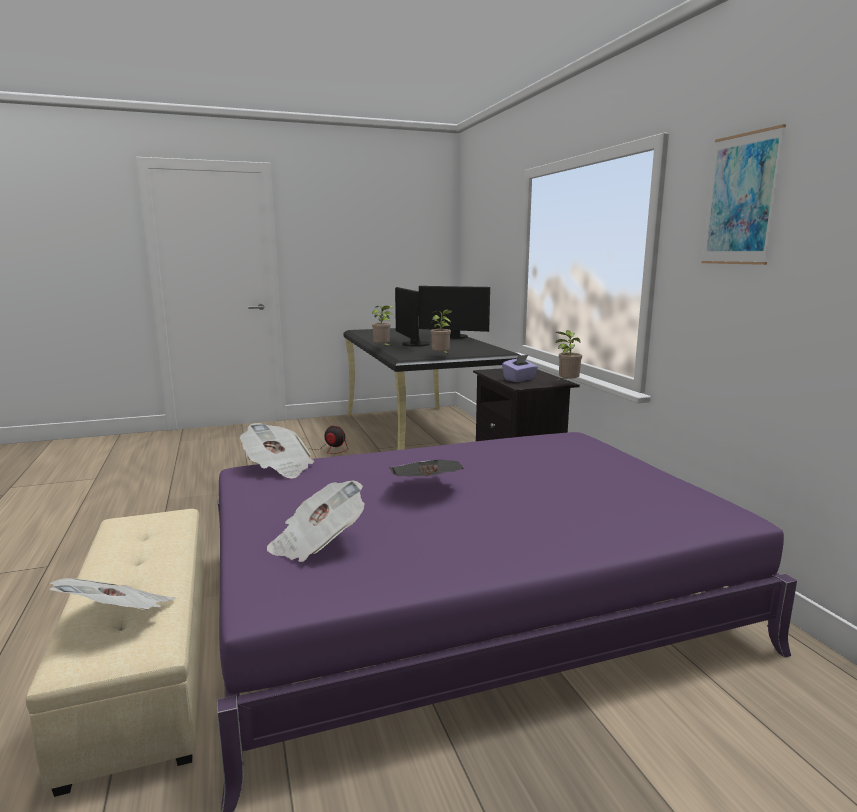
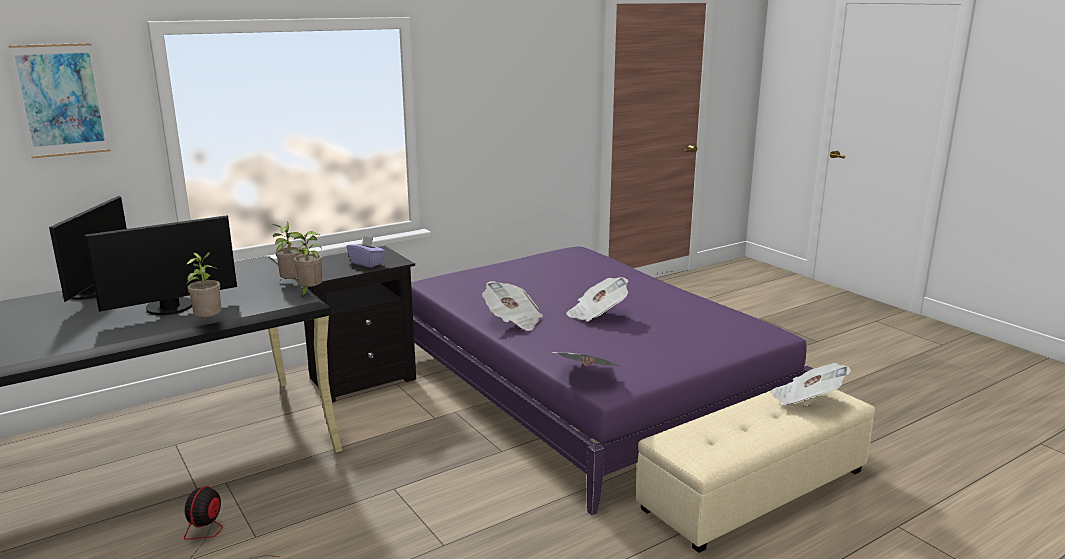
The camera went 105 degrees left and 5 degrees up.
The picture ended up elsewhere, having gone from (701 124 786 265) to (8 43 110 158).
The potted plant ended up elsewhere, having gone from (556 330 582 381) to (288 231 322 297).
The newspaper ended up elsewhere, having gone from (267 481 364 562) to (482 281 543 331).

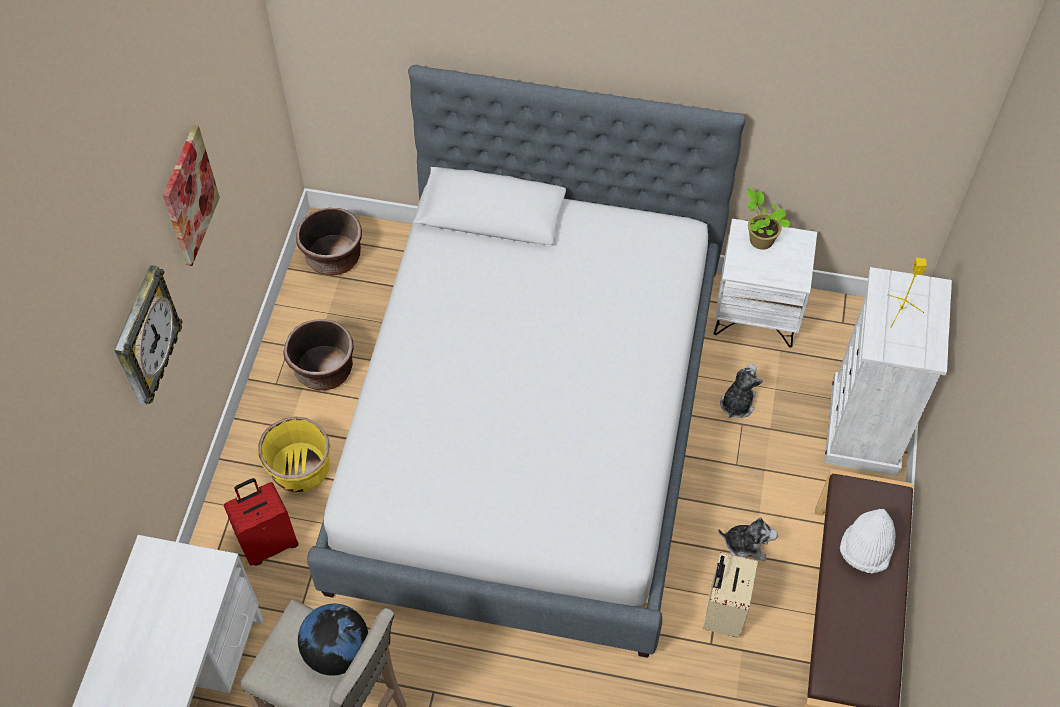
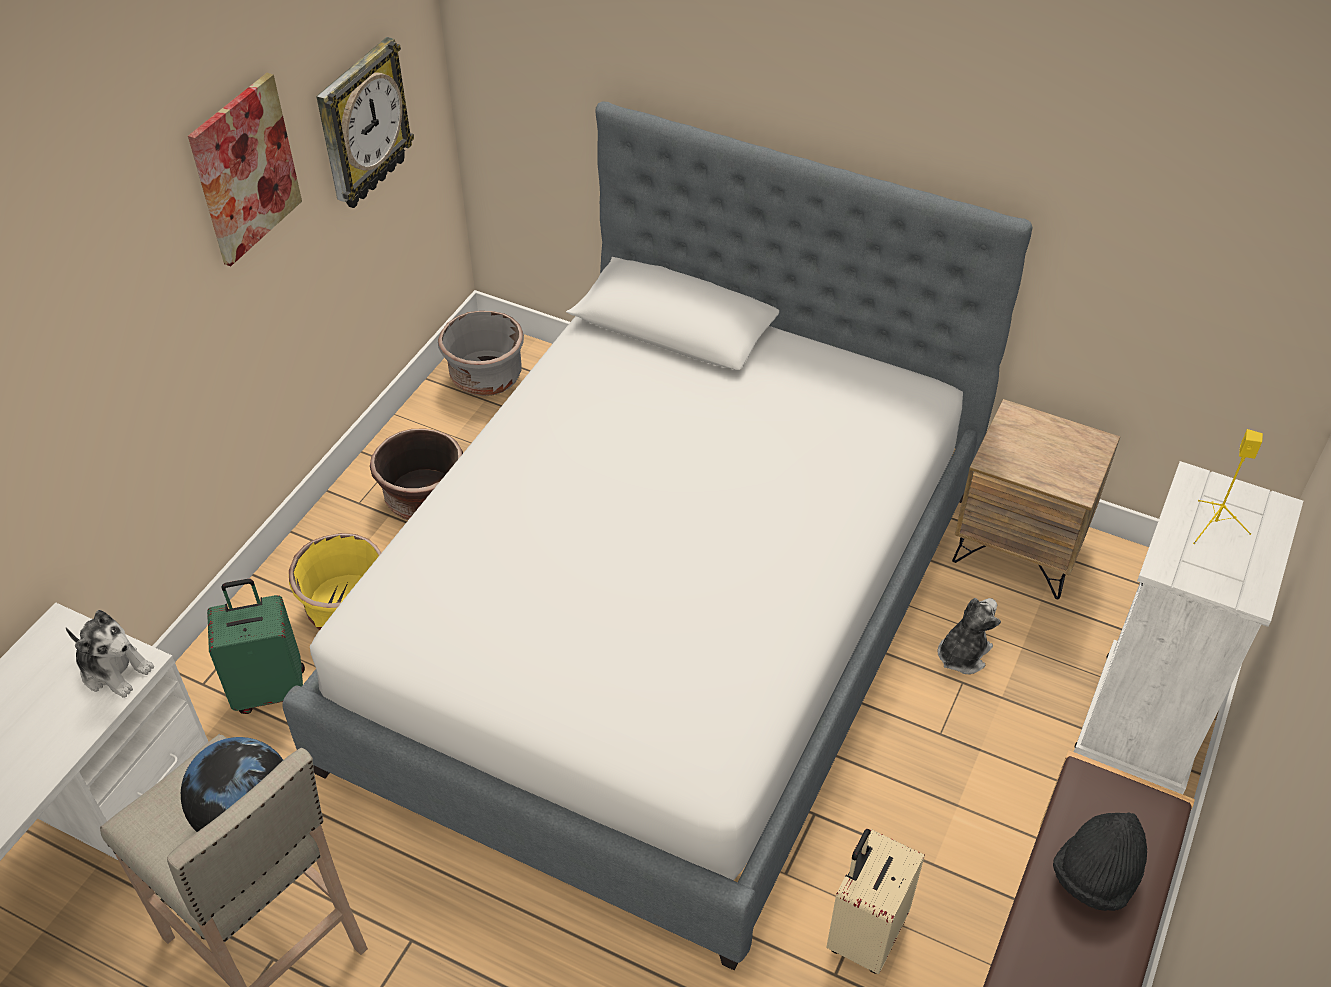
The camera went 15 degrees right and 10 degrees down.
The plush toy ended up elsewhere, having gone from (718 517 778 561) to (66 610 154 698).
What was the red suitcase at (224 478 299 566) turned into the green suitcase at (207 579 305 714).
The wall clock ended up elsewhere, having gone from (114 265 183 405) to (316 37 414 208).
What was the brown planter at (296 208 362 276) turned into the grey planter at (438 311 524 396).
What was the white nightstand at (714 219 817 348) turned into the brown nightstand at (952 399 1120 599).
What was the white hat at (840 509 896 573) turned into the black hat at (1053 812 1147 911).
The second view lost the potted plant at (747 188 791 250).

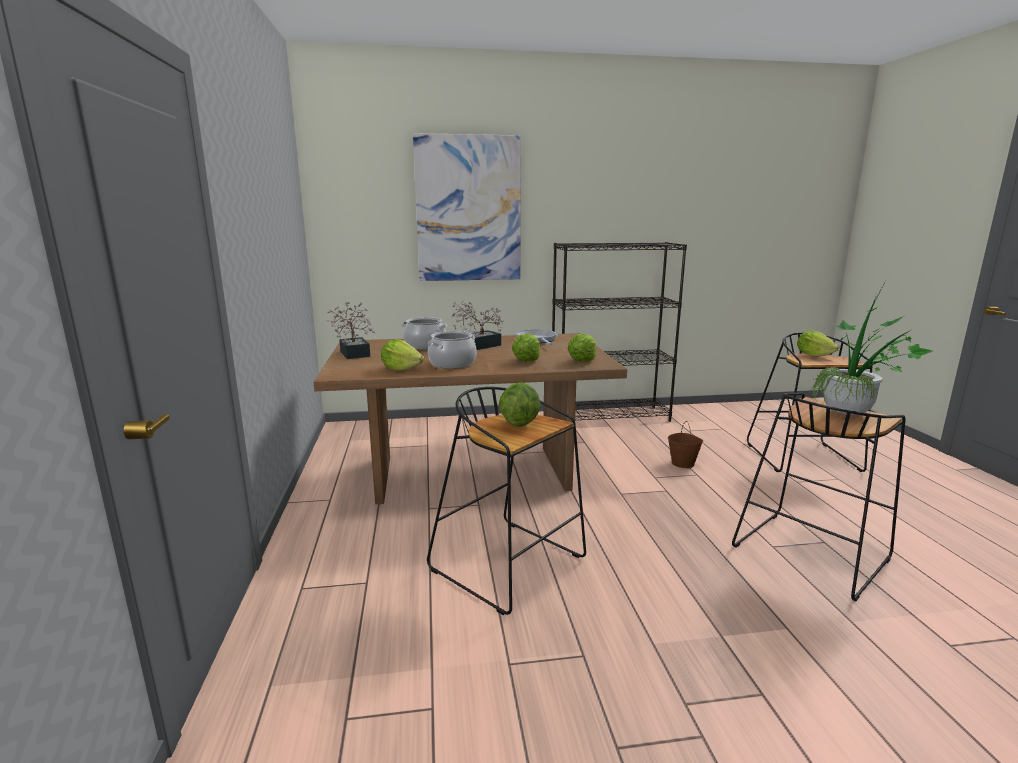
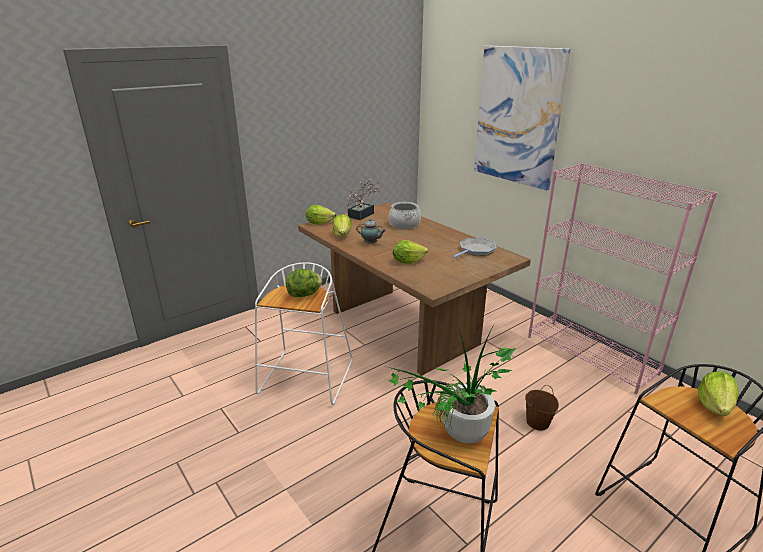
The camera went 60 degrees right and 10 degrees up.
What was the black stool at (427 387 586 615) turned into the white stool at (255 262 352 405).
The lettuce ended up elsewhere, having gone from (568 334 596 362) to (306 205 336 225).
Where the cooking pot stood at (428 331 477 369), the teapot came to stand at (356 218 386 244).
What was the black bookcase at (552 242 687 422) turned into the pink bookcase at (528 163 717 394).
The second view lost the potted plant at (452 301 504 350).

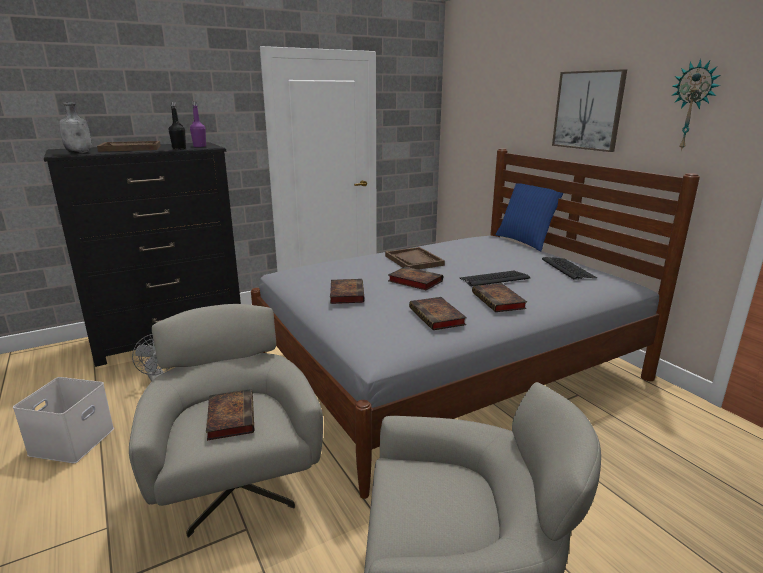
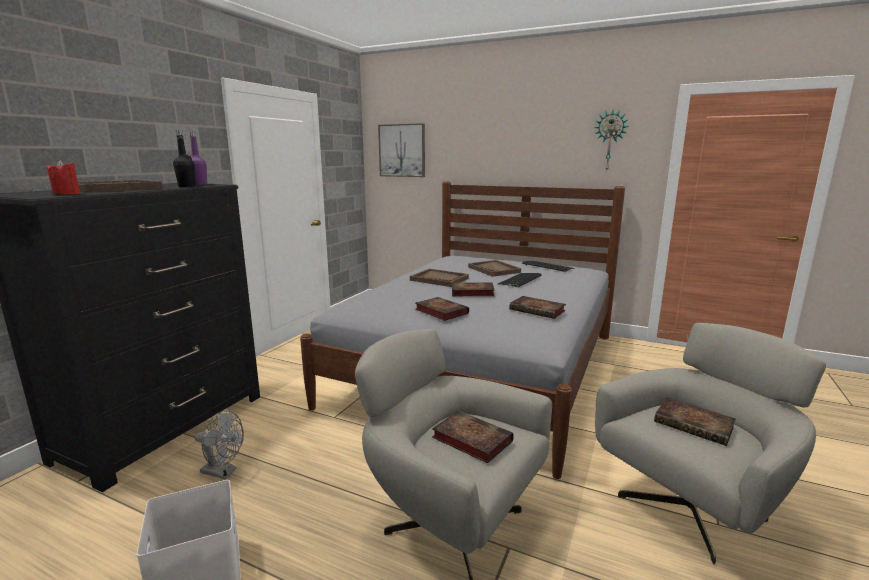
The camera went 35 degrees left and 5 degrees down.
Where the grey bottle stood at (59 103 92 154), the red candle came to stand at (47 160 80 195).
The picture ended up elsewhere, having gone from (552 69 627 152) to (378 123 425 177).
The second view gained the brown tray at (468 260 521 277).
The book ended up elsewhere, having gone from (472 283 527 312) to (654 398 736 446).
The second view lost the blue pillow at (496 183 564 251).

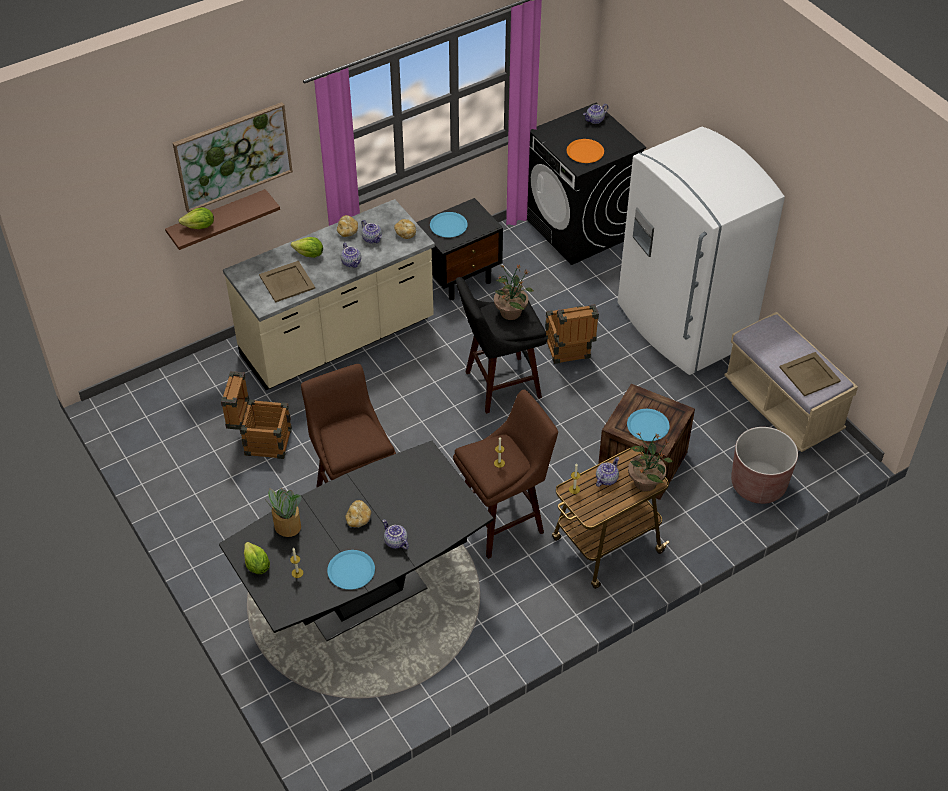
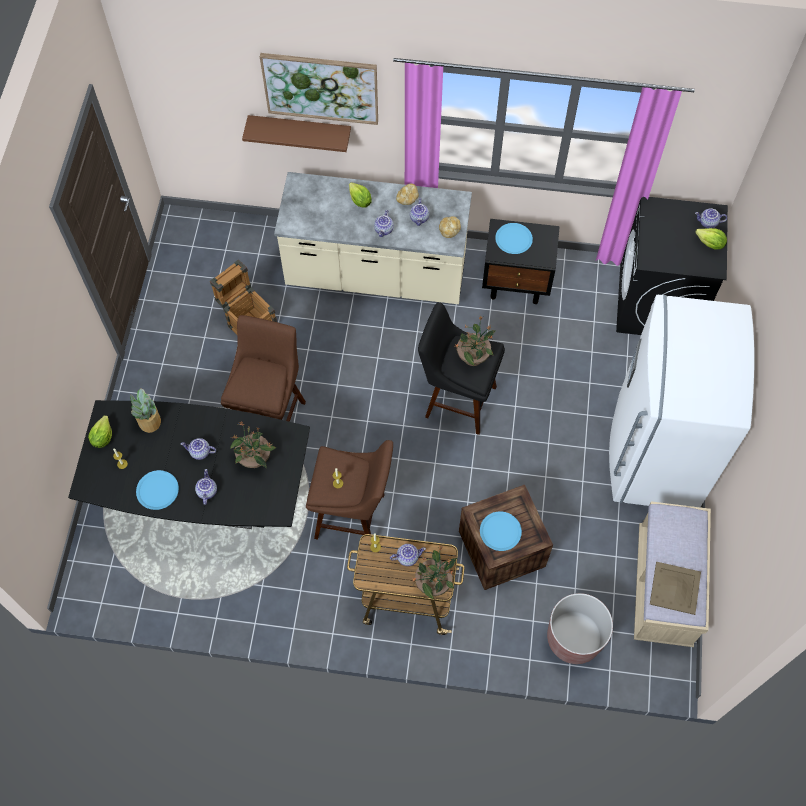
The camera went 40 degrees right and 15 degrees up.
Where the bread stood at (345 500 371 527), the teapot came to stand at (181 438 216 460).
The second view gained the potted plant at (230 422 276 469).
The lettuce ended up elsewhere, having gone from (179 207 214 229) to (695 228 727 250).
The second view lost the beige tray at (259 261 315 303).
The second view lost the crate at (545 304 599 364).
The second view lost the orange plate at (567 139 604 163).

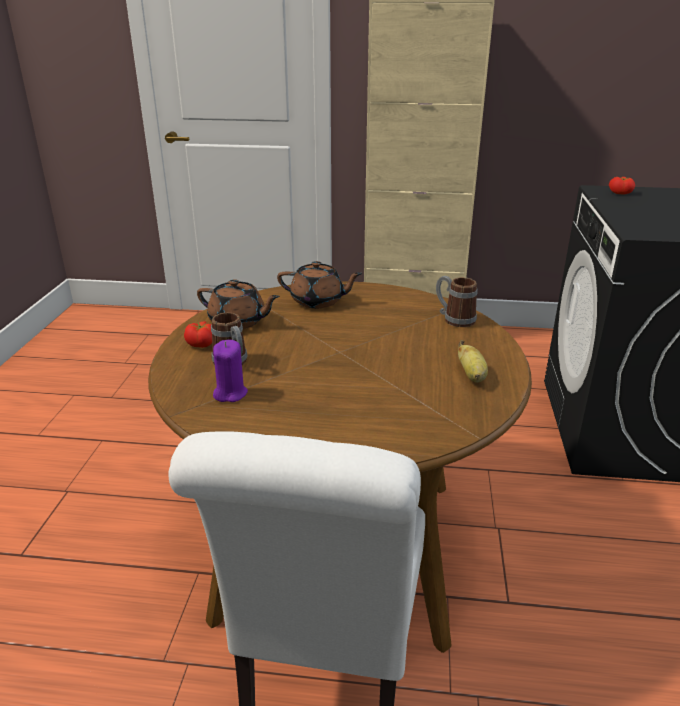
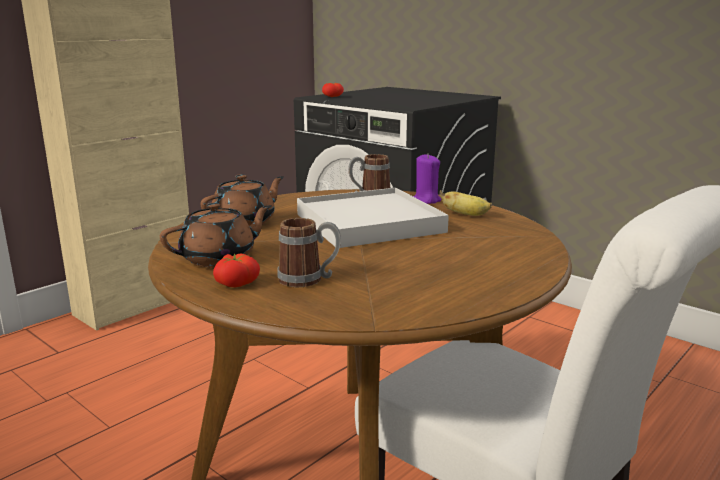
The camera went 55 degrees left and 10 degrees down.
The second view gained the white tray at (297 188 449 248).
The purple candle ended up elsewhere, having gone from (213 340 248 402) to (413 154 441 204).

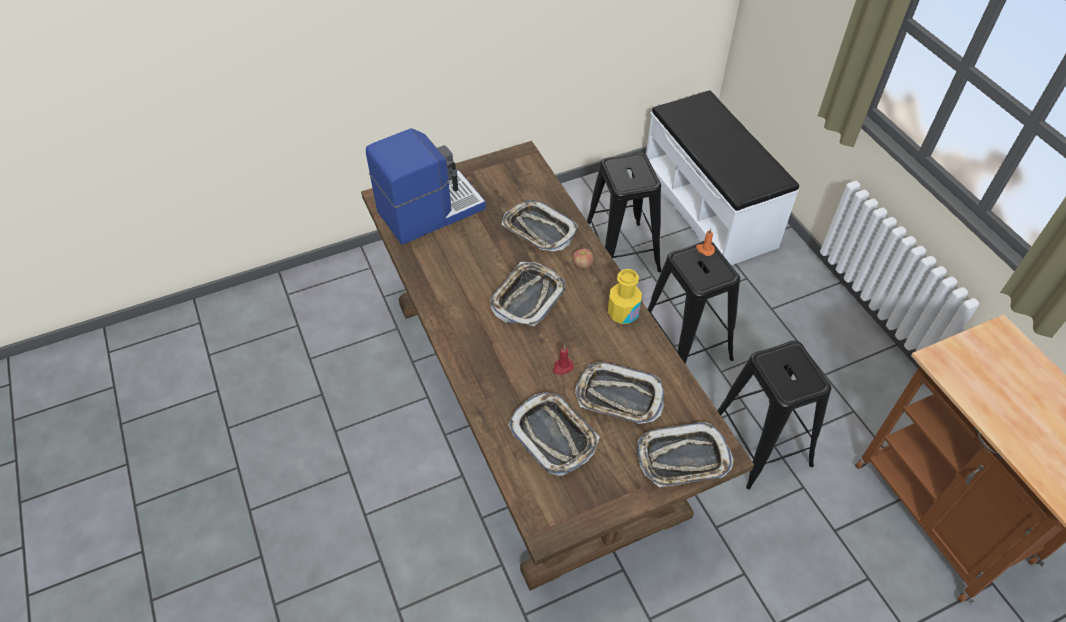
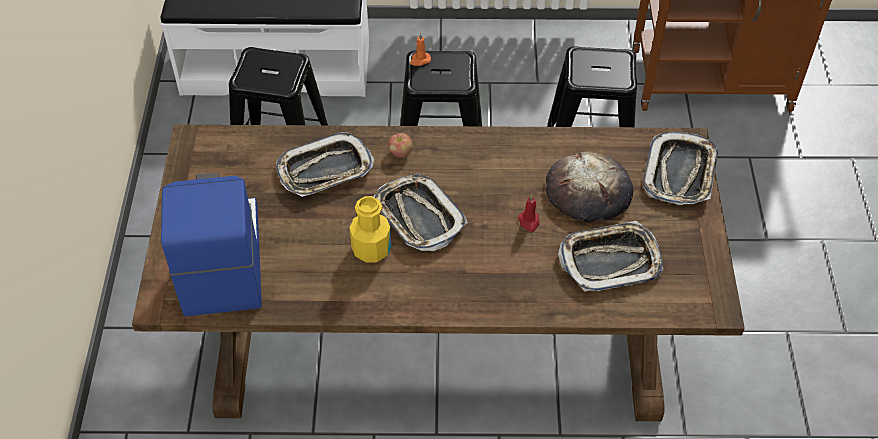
The camera went 65 degrees left and 0 degrees up.
The yellow bottle ended up elsewhere, having gone from (608 269 642 324) to (350 196 391 263).
Where the tray stood at (575 362 664 424), the bread came to stand at (546 151 634 223).

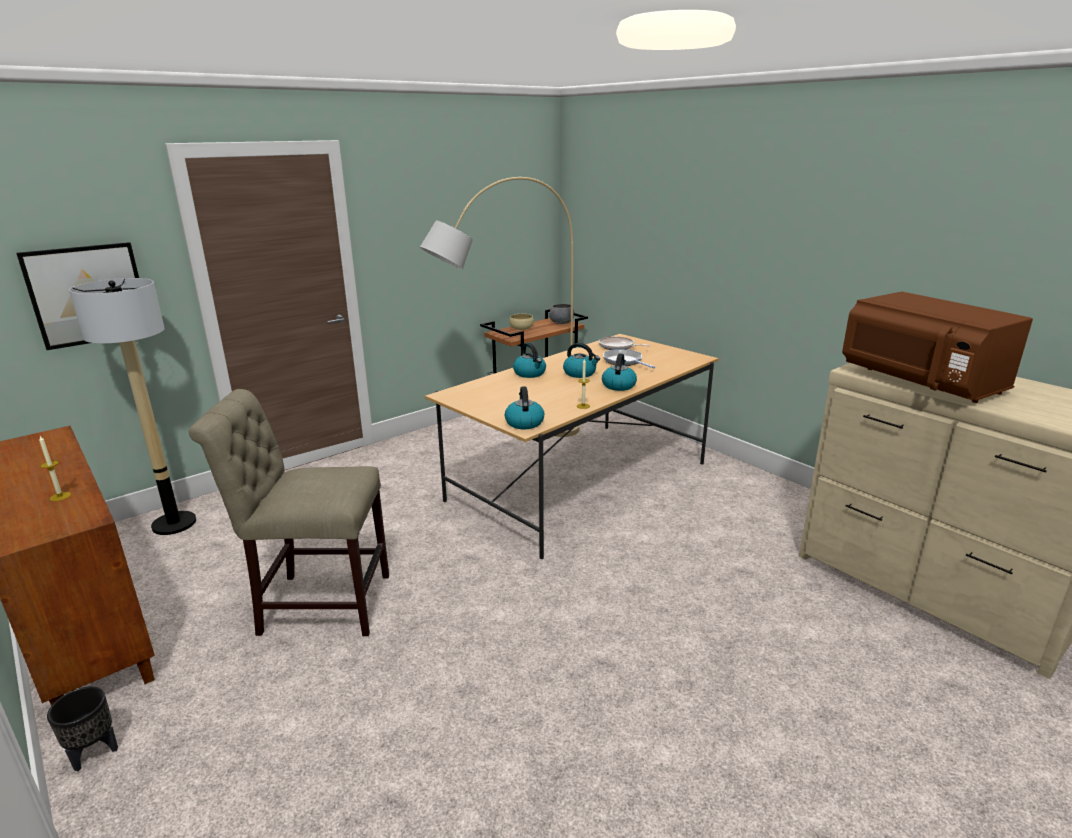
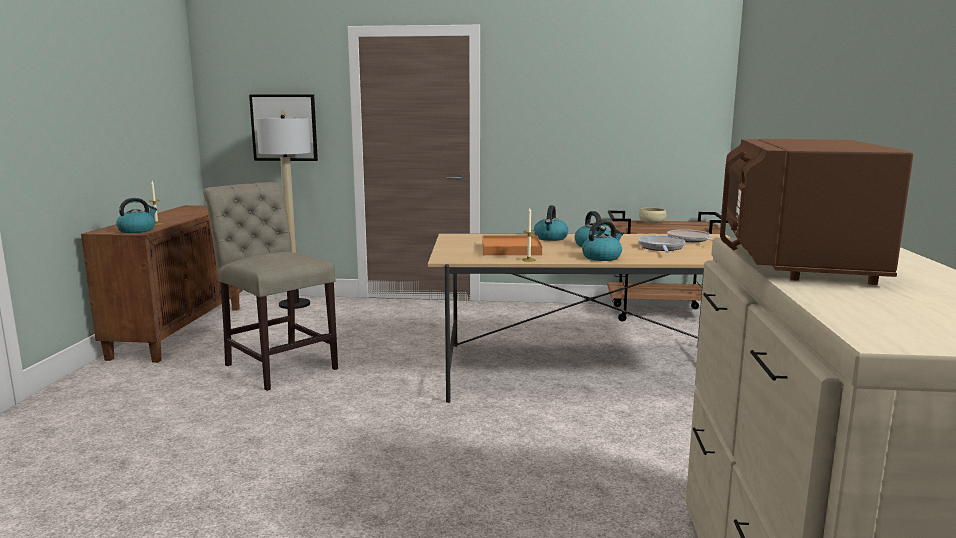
The camera went 45 degrees right and 10 degrees down.
The kettle ended up elsewhere, having gone from (505 386 544 429) to (116 198 157 233).
The second view gained the orange tray at (483 235 542 255).
The second view lost the black planter at (47 686 118 771).
The second view lost the beige floor lamp at (420 177 580 437).
The second view lost the grey bowl at (549 304 574 324).

